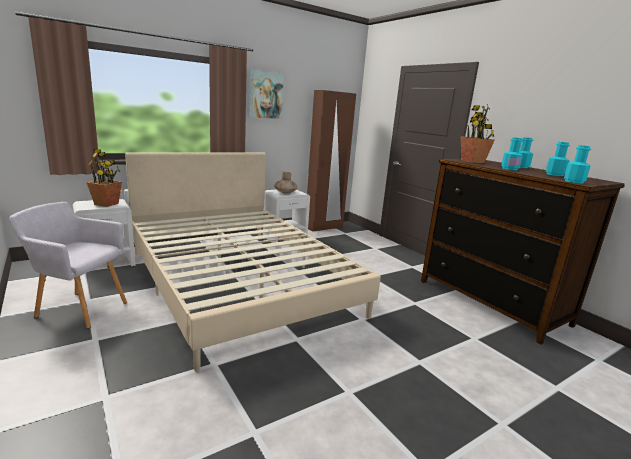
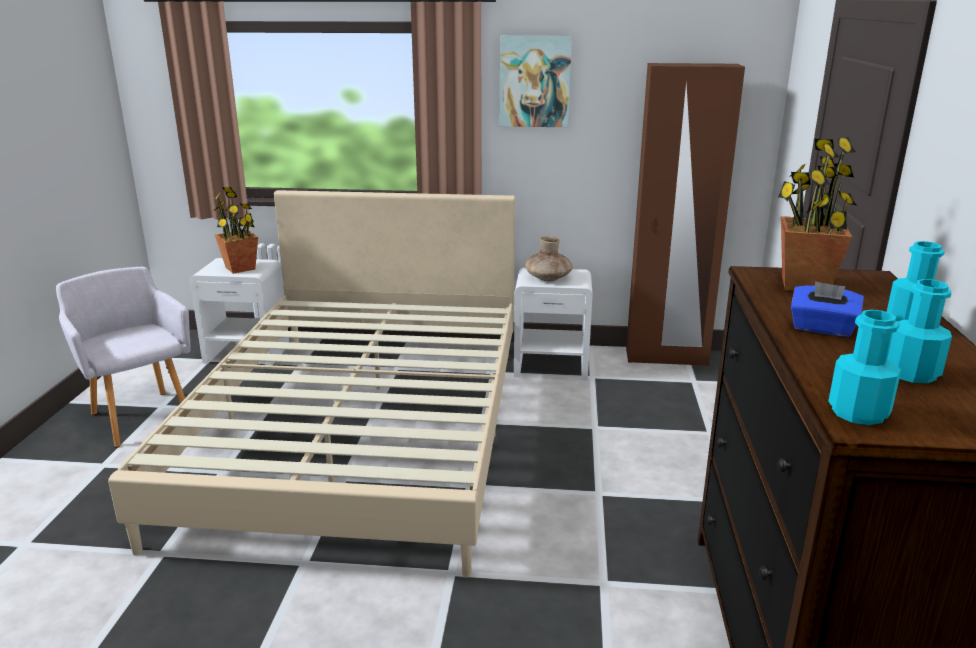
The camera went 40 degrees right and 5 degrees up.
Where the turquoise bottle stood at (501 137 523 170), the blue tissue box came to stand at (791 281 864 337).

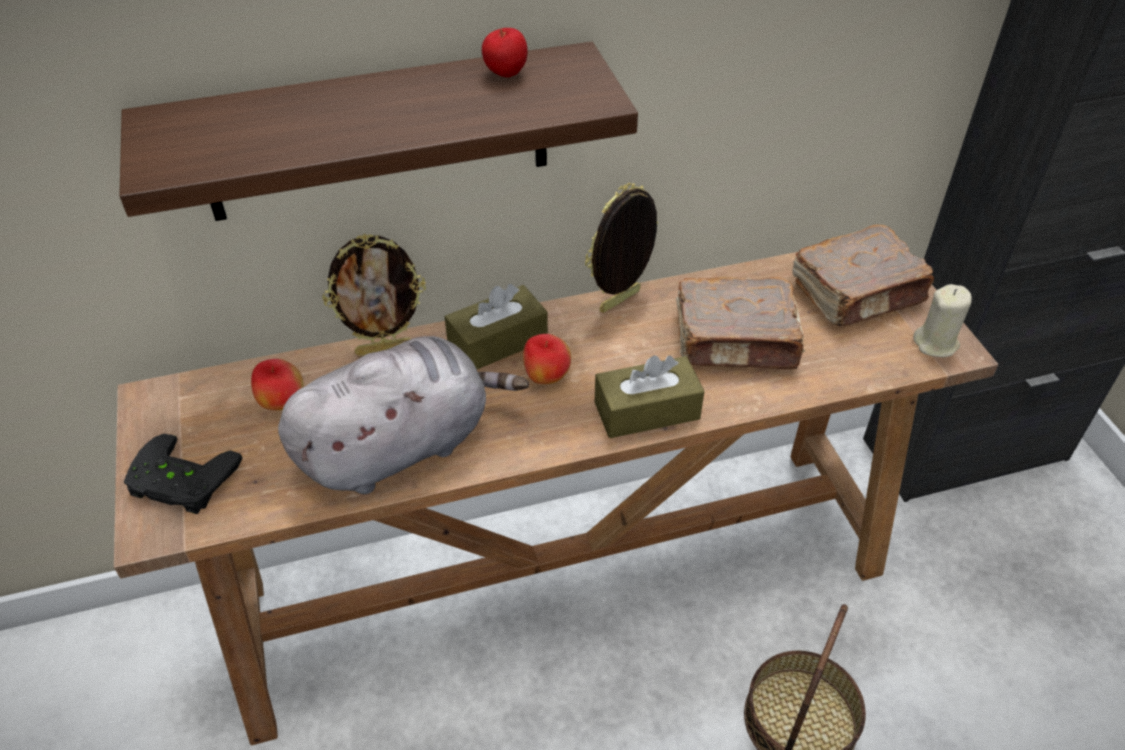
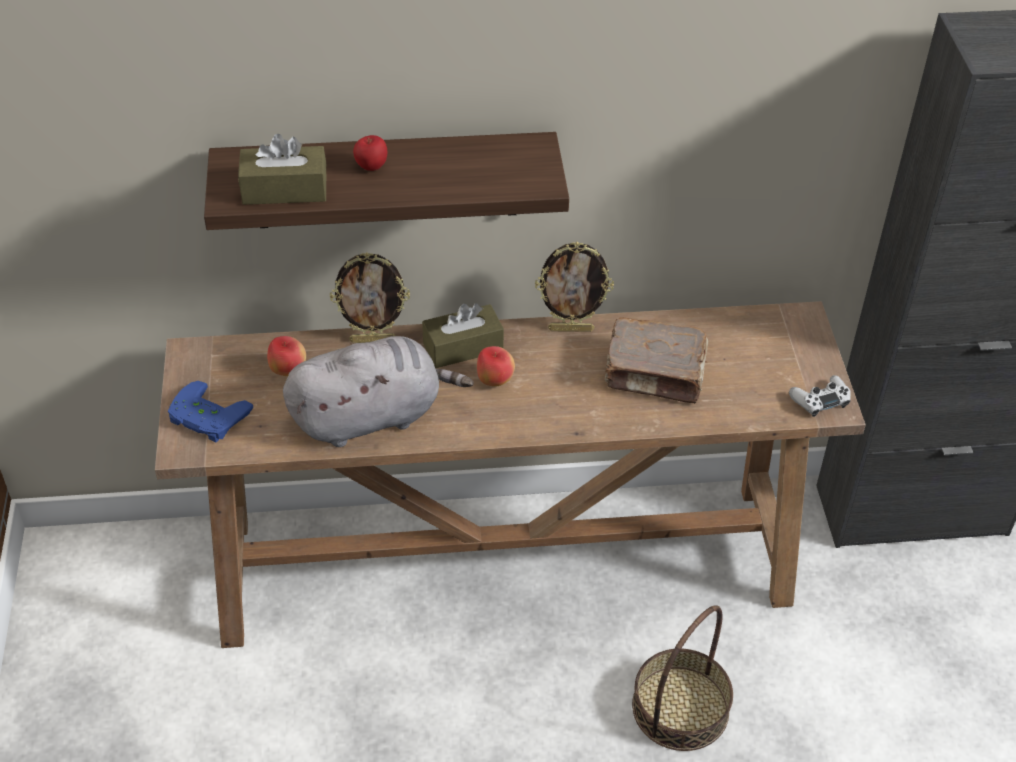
The camera went 10 degrees right and 0 degrees up.
What was the black game controller at (124 434 242 514) turned into the blue game controller at (168 381 253 442).
The brown tissue box ended up elsewhere, having gone from (595 355 704 438) to (238 134 326 205).
The apple ended up elsewhere, having gone from (482 28 528 78) to (353 135 387 171).
The picture frame at (585 183 658 313) ended up facing another way, 150 degrees counterclockwise from before.
Where the beige candle stood at (913 284 972 357), the white game controller came to stand at (789 375 851 417).
The second view lost the brown book at (792 224 934 326).

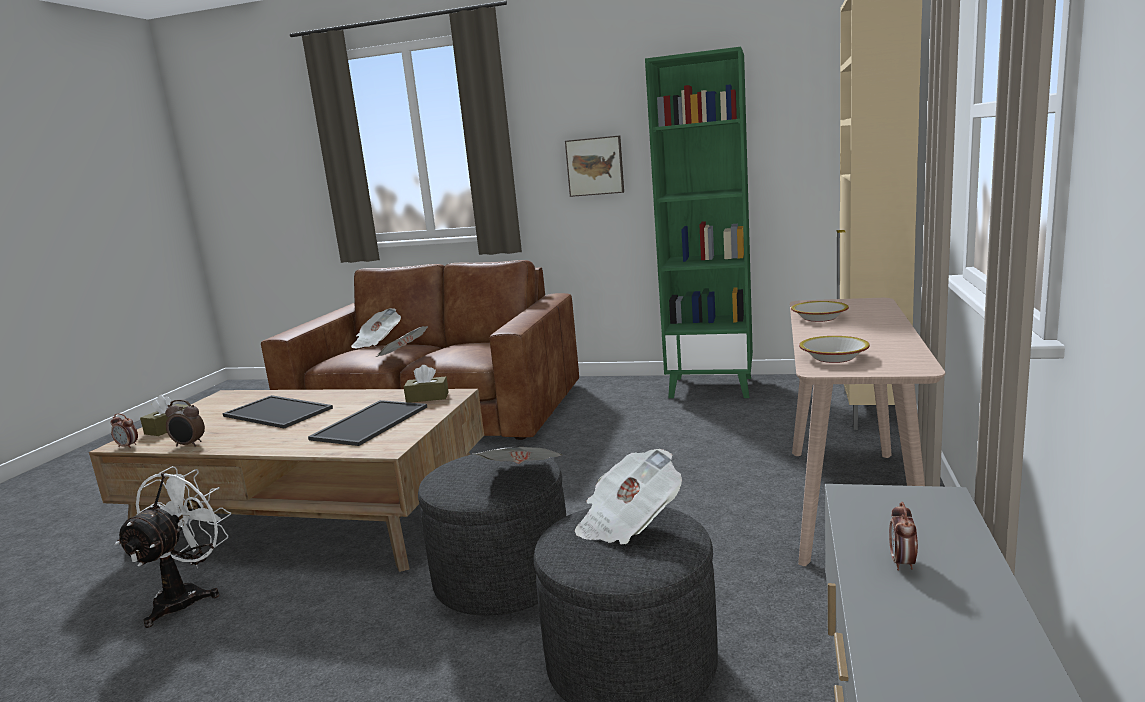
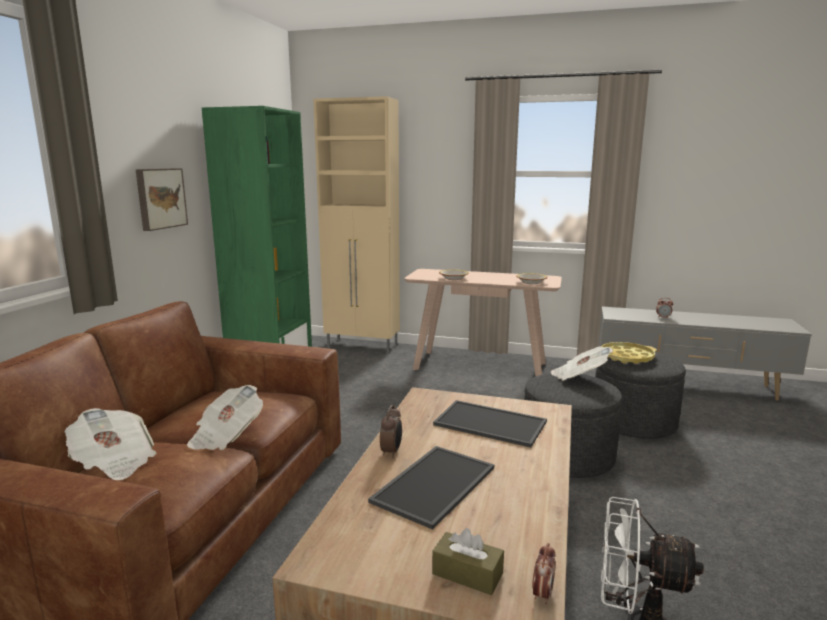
The camera went 90 degrees left and 0 degrees up.
The alarm clock ended up elsewhere, having gone from (165 399 205 447) to (380 405 402 458).
Where the newspaper stood at (575 449 682 545), the yellow tray came to stand at (601 342 657 364).
The second view lost the brown tissue box at (404 365 449 403).

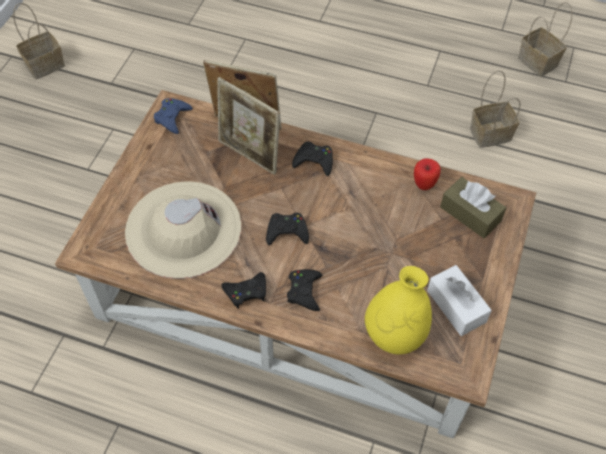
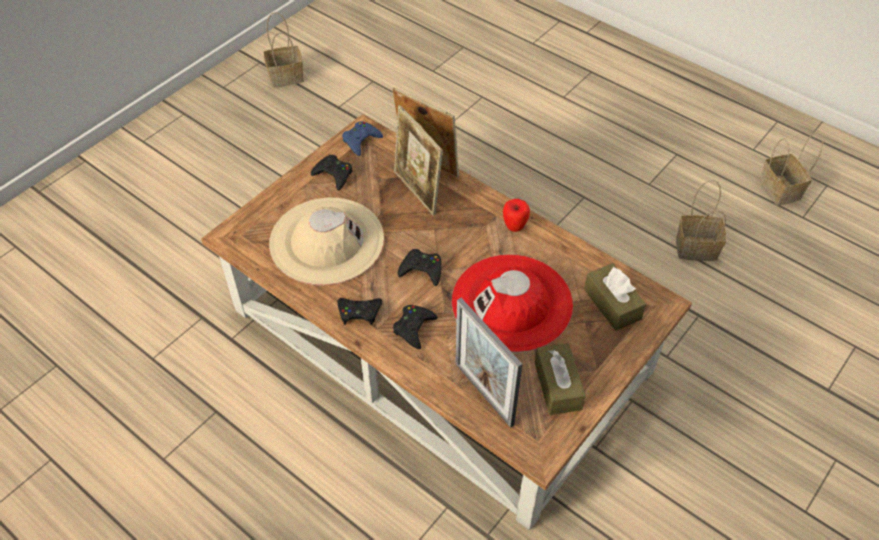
The camera went 20 degrees right and 5 degrees down.
The black game controller ended up elsewhere, having gone from (292 142 333 176) to (311 155 352 191).
The second view gained the red hat at (452 254 573 353).
Where the yellow vase stood at (365 266 432 354), the picture frame came to stand at (455 298 522 428).
The apple ended up elsewhere, having gone from (414 158 441 190) to (503 199 530 232).
What was the white tissue box at (427 265 492 336) turned into the brown tissue box at (535 343 586 415).

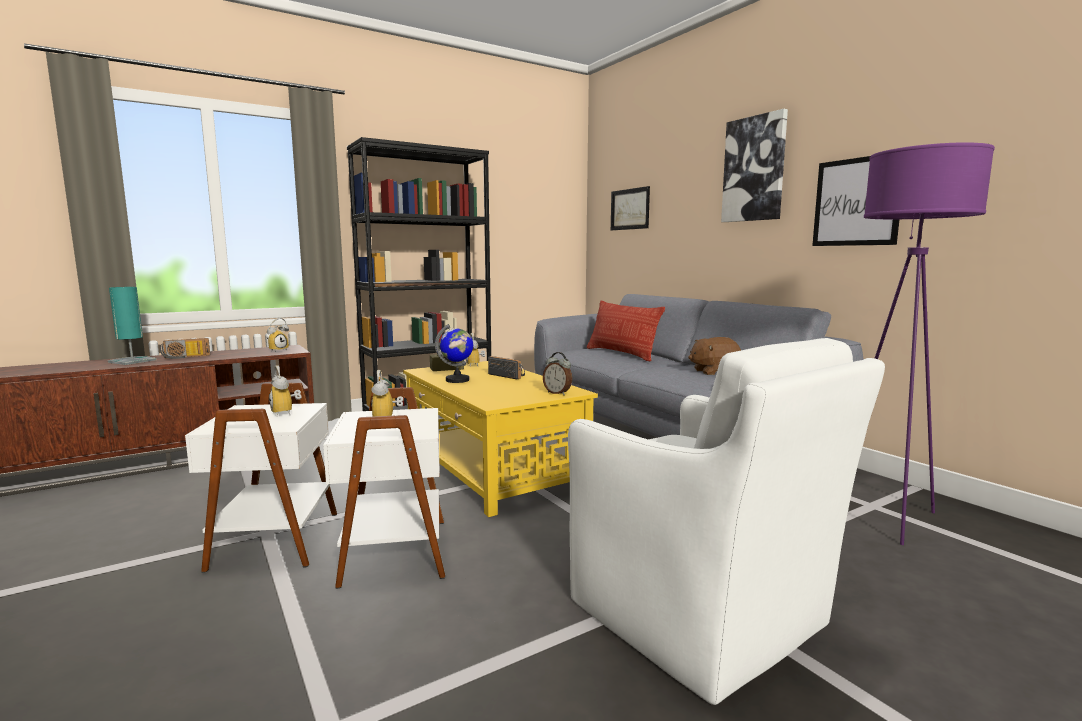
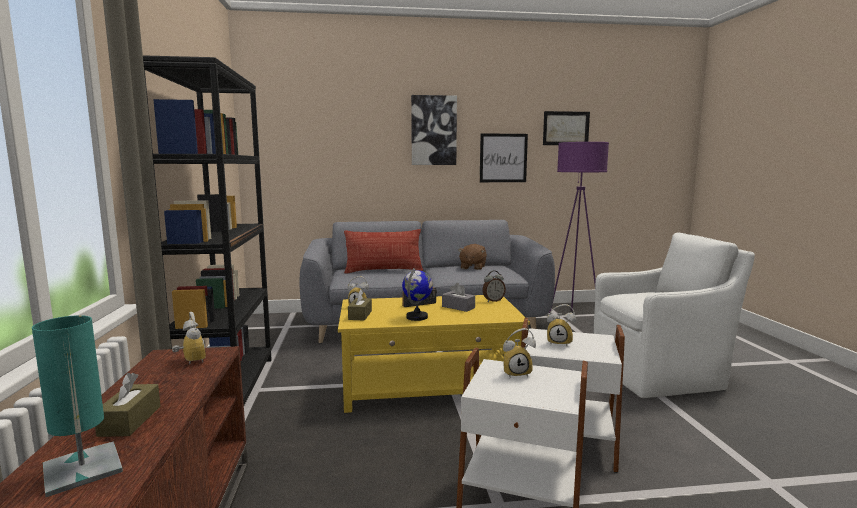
The camera went 65 degrees left and 0 degrees up.
Where the radio stood at (160 338 210 359), the brown tissue box came to stand at (95 373 160 437).
The second view gained the grey tissue box at (442 283 475 312).
The picture ended up elsewhere, having gone from (611 186 650 230) to (543 111 590 145).

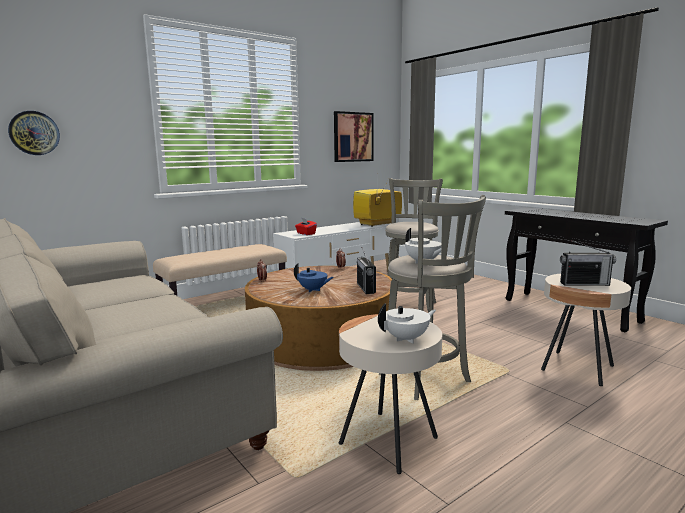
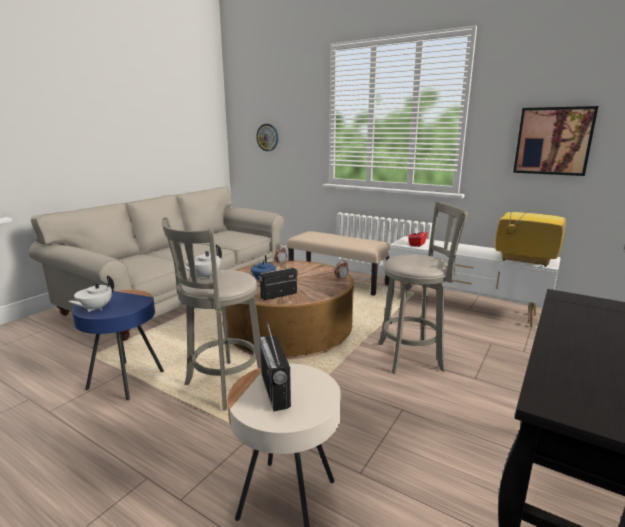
The camera went 70 degrees right and 5 degrees up.
The white teapot at (378 304 436 344) ended up facing another way, 75 degrees clockwise from before.
What was the beige side table at (339 314 442 474) turned into the blue side table at (72 290 164 400).

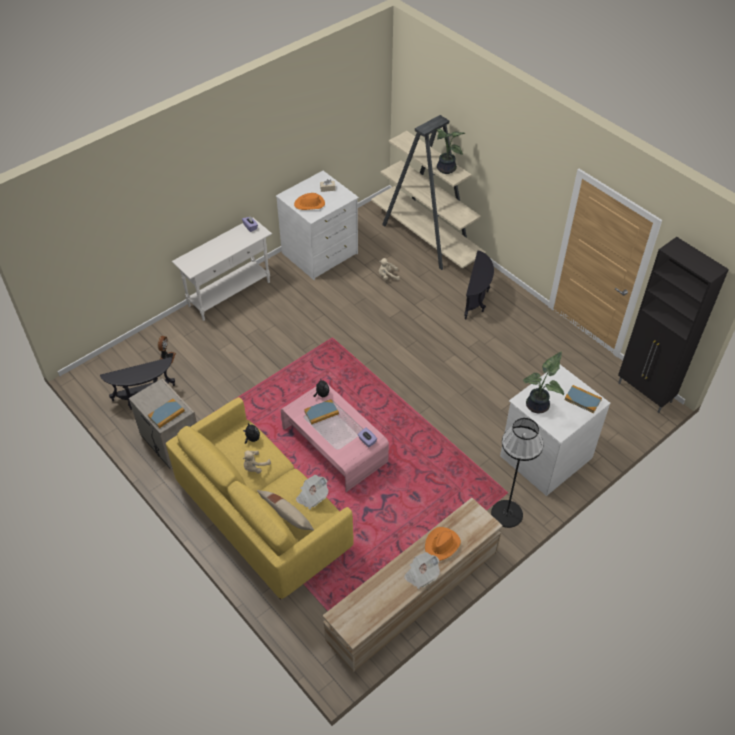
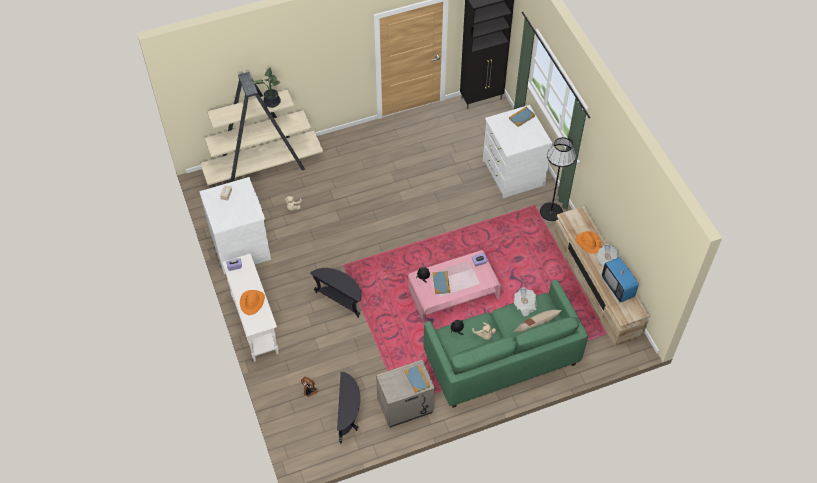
The camera went 70 degrees left and 5 degrees up.
The orange hat ended up elsewhere, having gone from (294 193 325 210) to (240 290 265 315).
The black side table ended up elsewhere, having gone from (464 250 494 320) to (310 268 362 318).
What was the yellow sofa at (166 397 354 600) turned into the green sofa at (423 280 588 408).
The second view gained the television at (602 256 639 302).
The second view lost the potted plant at (523 352 564 413).

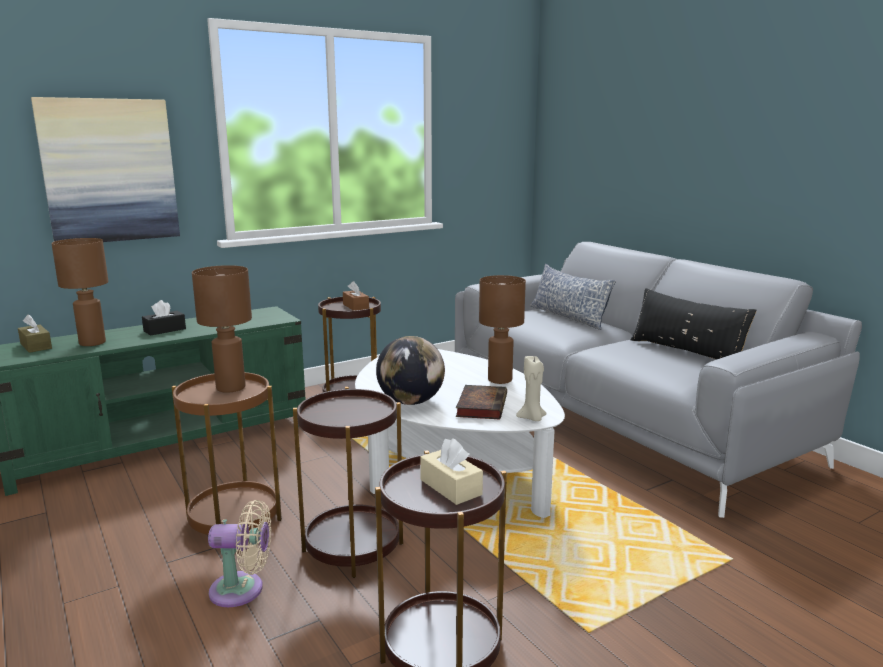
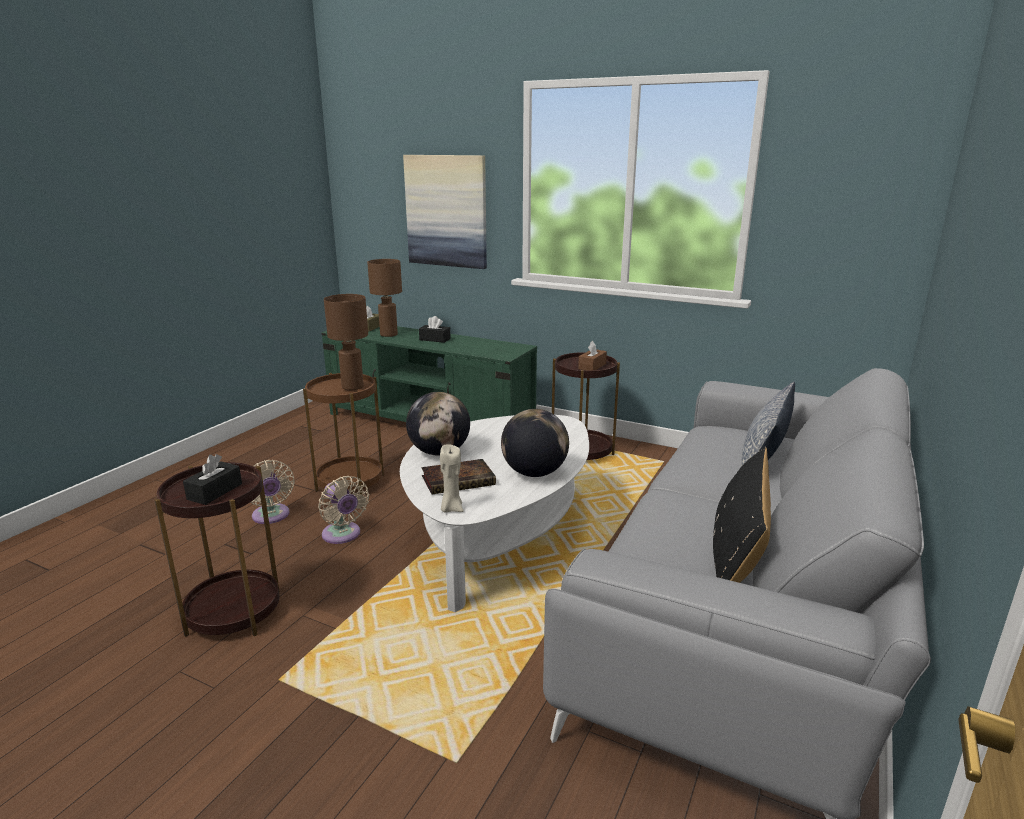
The camera went 60 degrees right and 5 degrees up.
What was the beige tissue box at (420 438 483 505) turned into the black tissue box at (183 454 242 505).
Where the brown side table stood at (293 387 403 578), the beige fan came to stand at (318 476 369 544).
Where the brown table lamp stood at (479 275 526 384), the globe came to stand at (501 409 569 477).

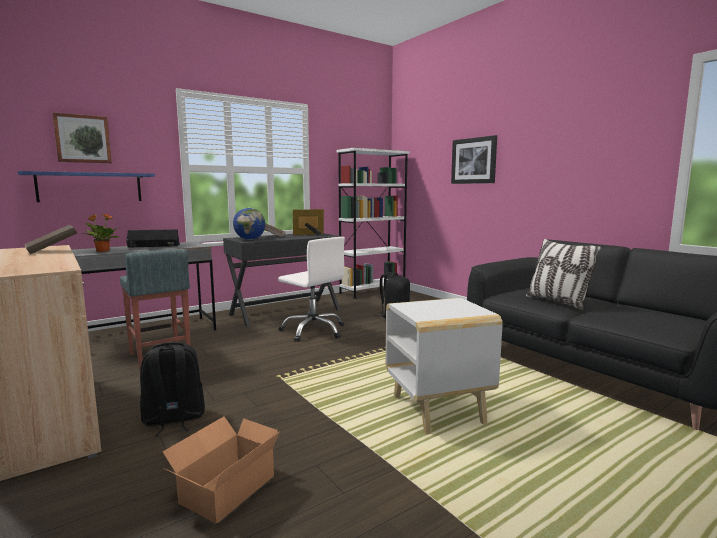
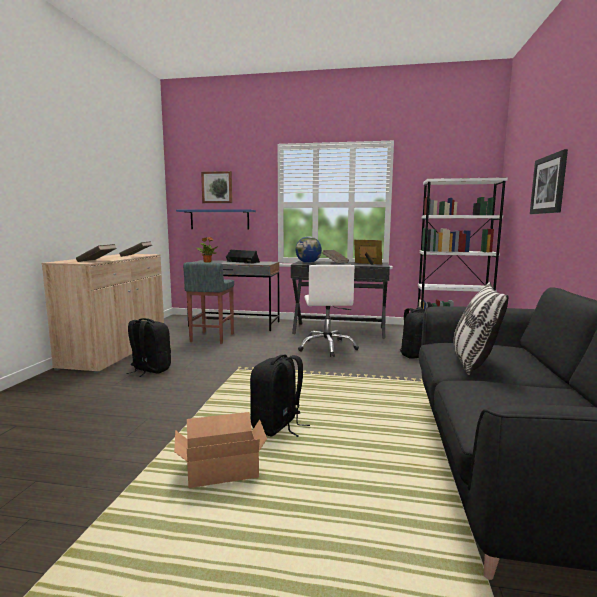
The camera went 45 degrees right and 0 degrees up.
The second view gained the brown book at (76 244 117 262).
The cardboard box ended up elsewhere, having gone from (163 416 280 523) to (174 412 267 488).
Where the white side table stood at (386 298 503 435), the black backpack came to stand at (250 355 310 437).

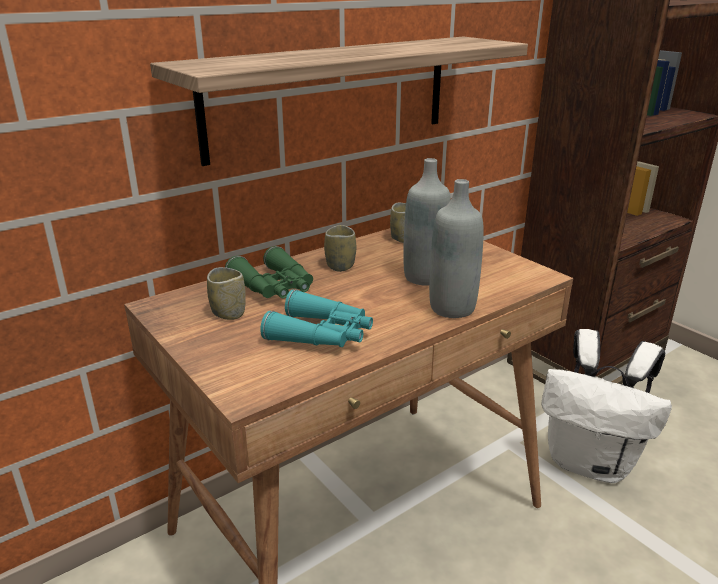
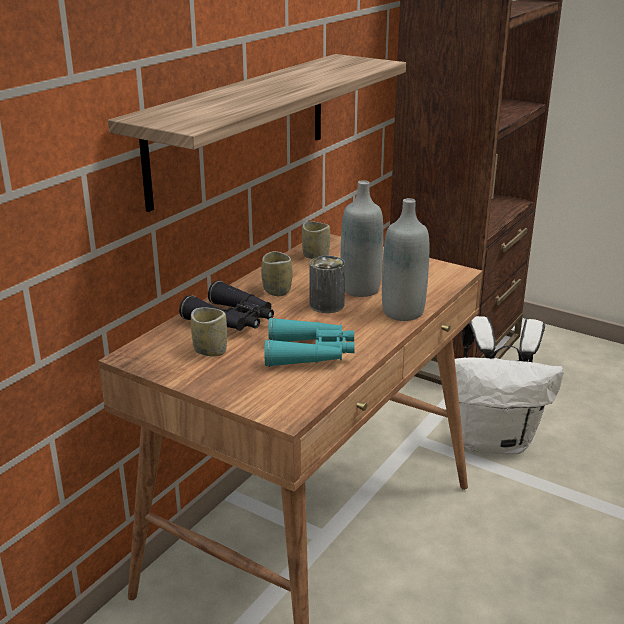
The camera went 20 degrees left and 0 degrees up.
What was the green binoculars at (225 246 313 298) turned into the black binoculars at (179 281 274 331).
The second view gained the can at (309 256 345 313).

